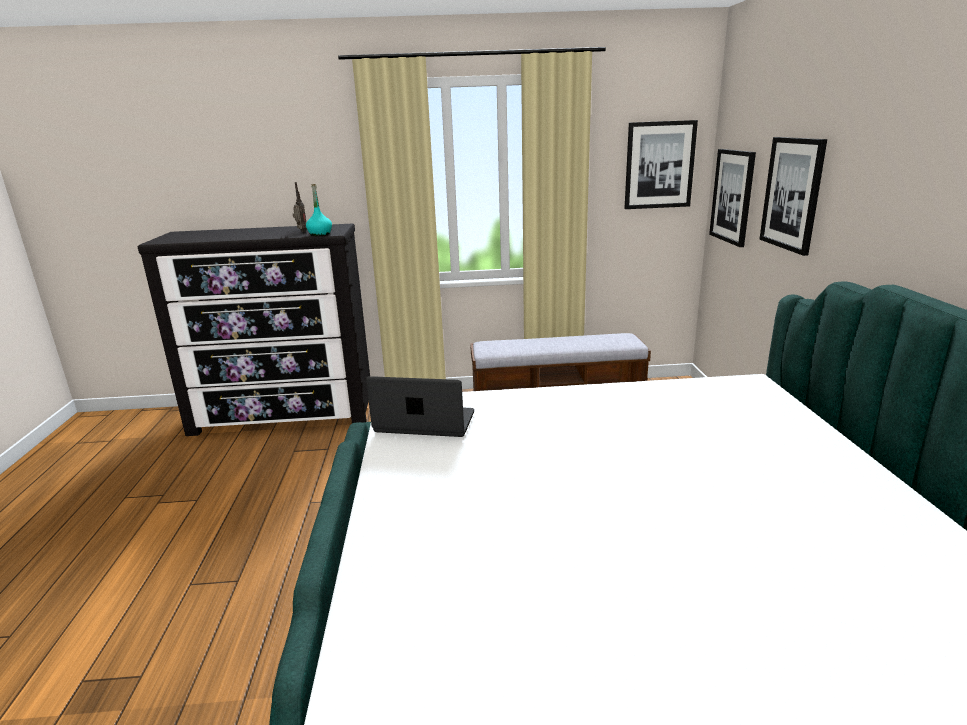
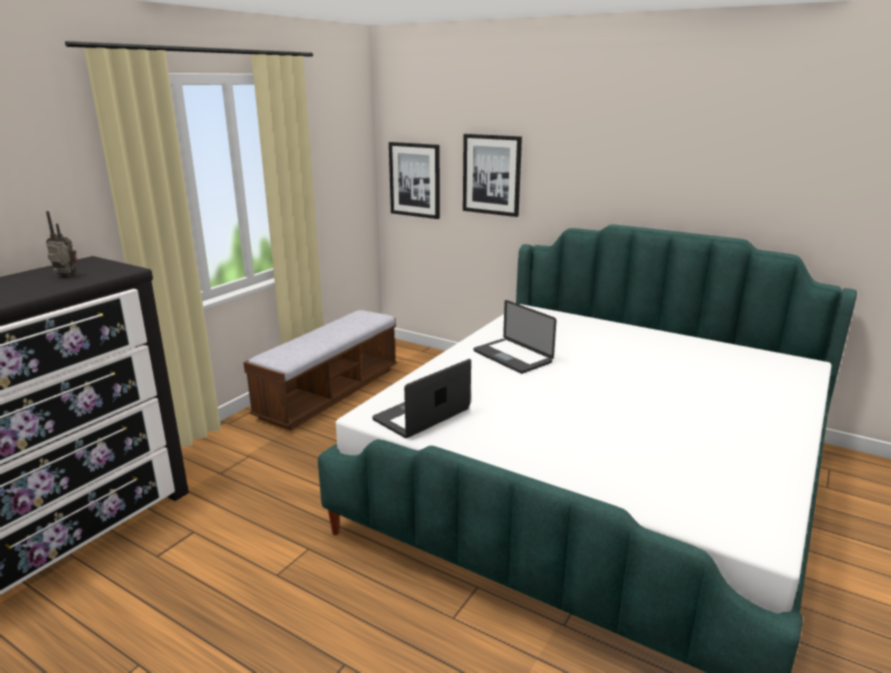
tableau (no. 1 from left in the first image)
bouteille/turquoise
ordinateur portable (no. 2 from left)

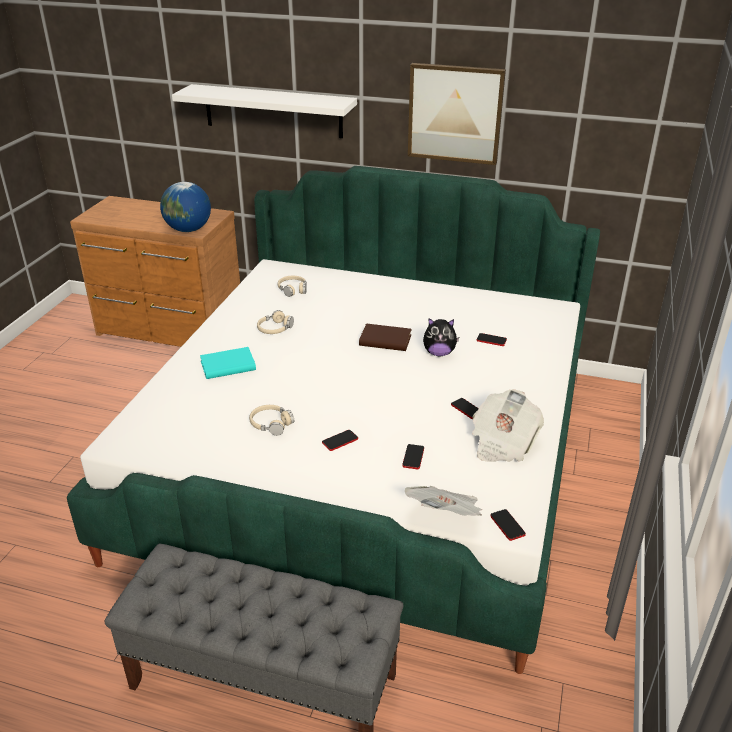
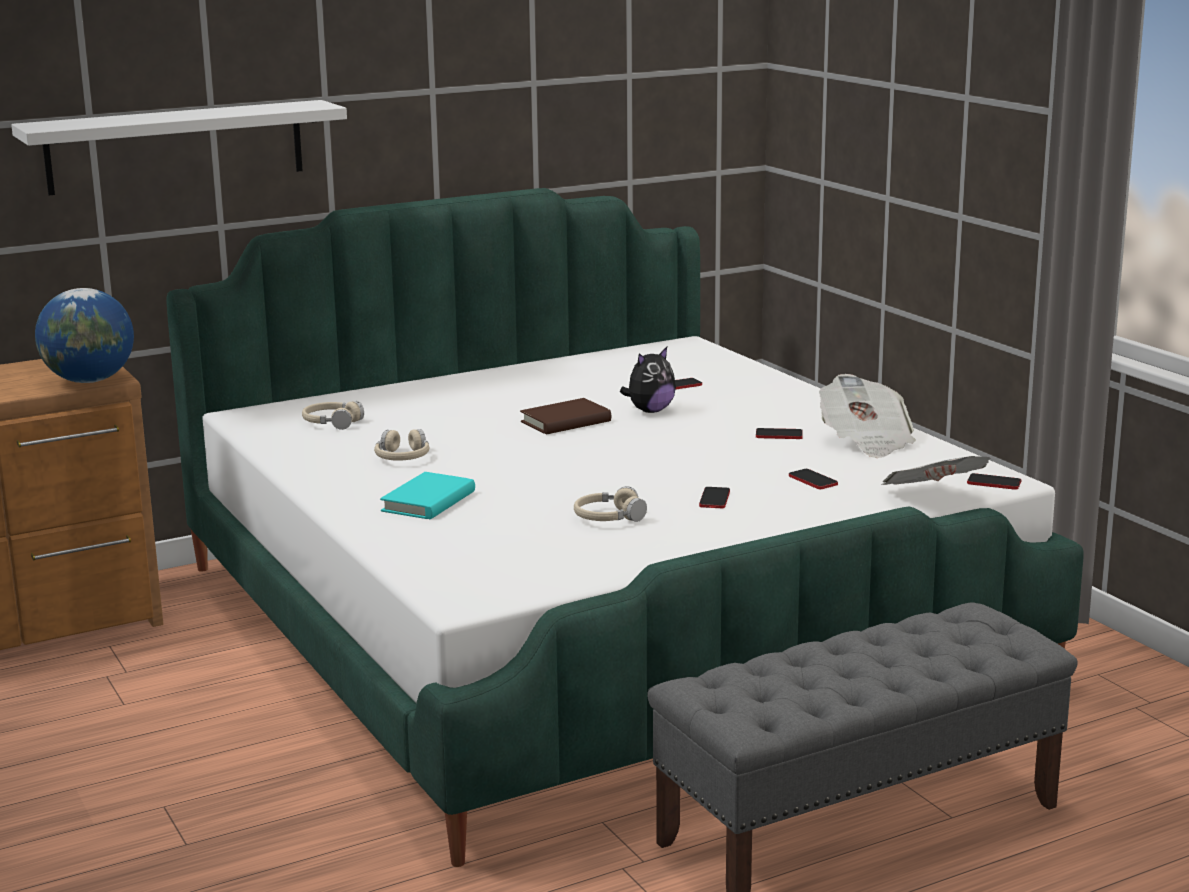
tableau

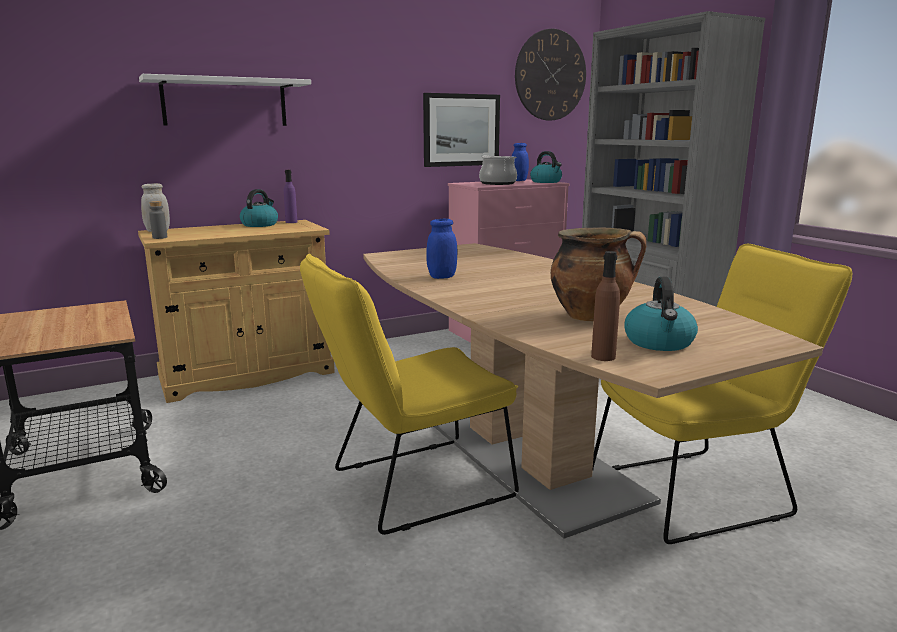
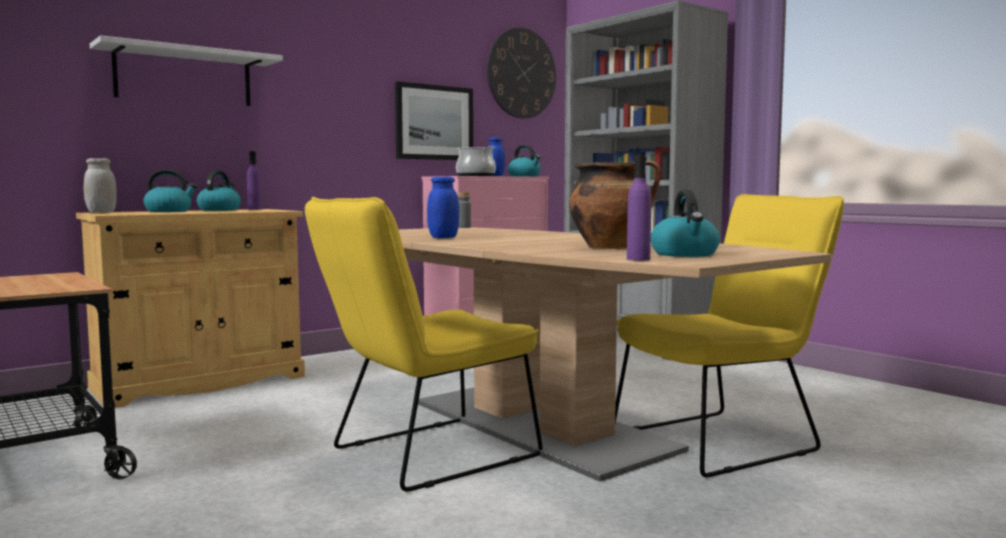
bouteille/gris
bouteille/violet (no. 2 from left)
bouilloire (no. 1 from left)

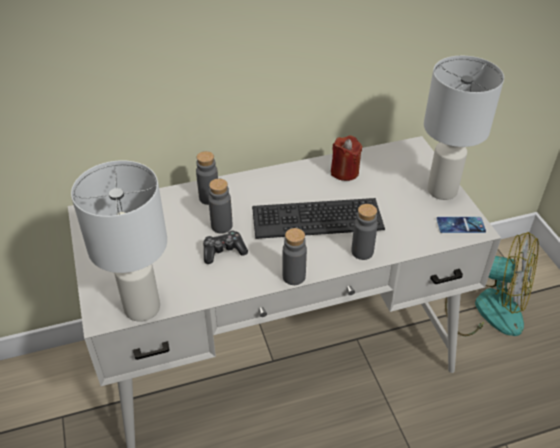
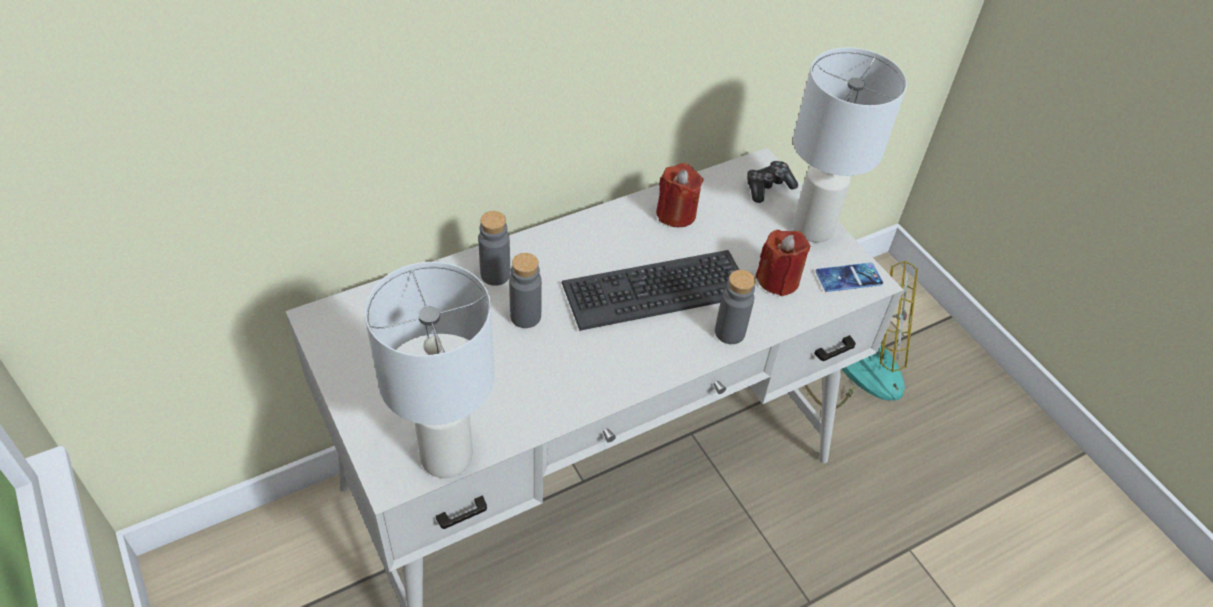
bouteille/gris (no. 3 from left in the first image)
manette
bougie/rouge (no. 2 from left)

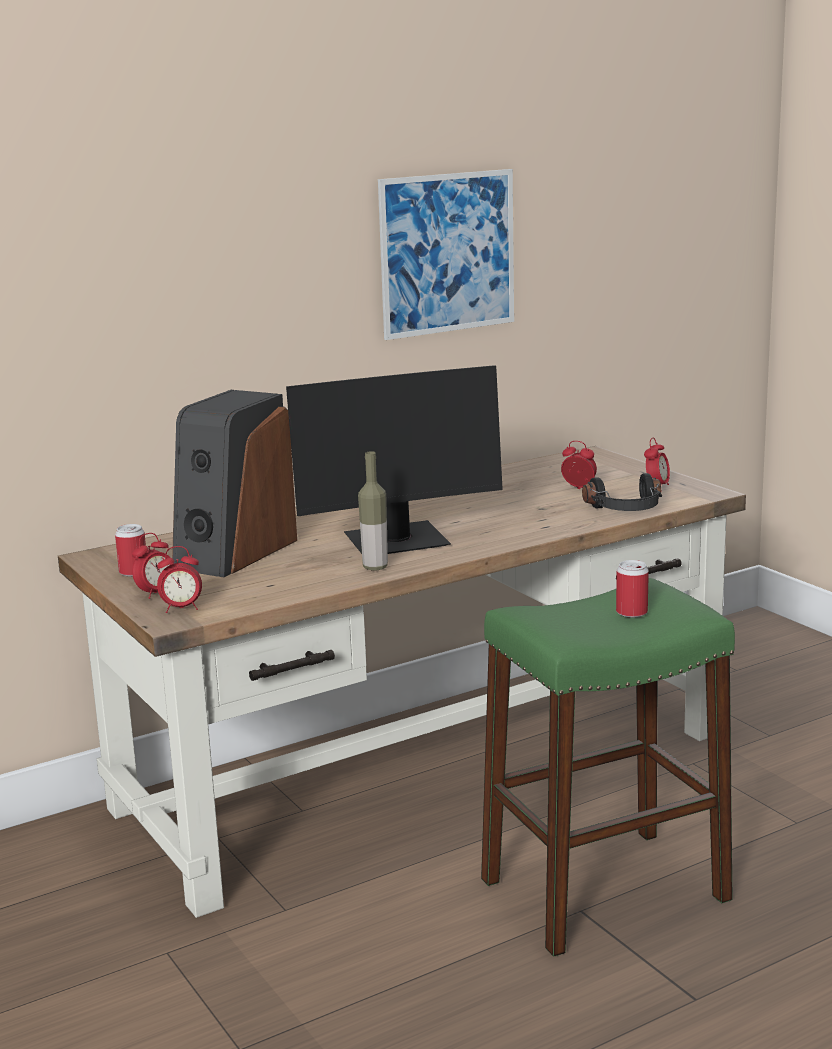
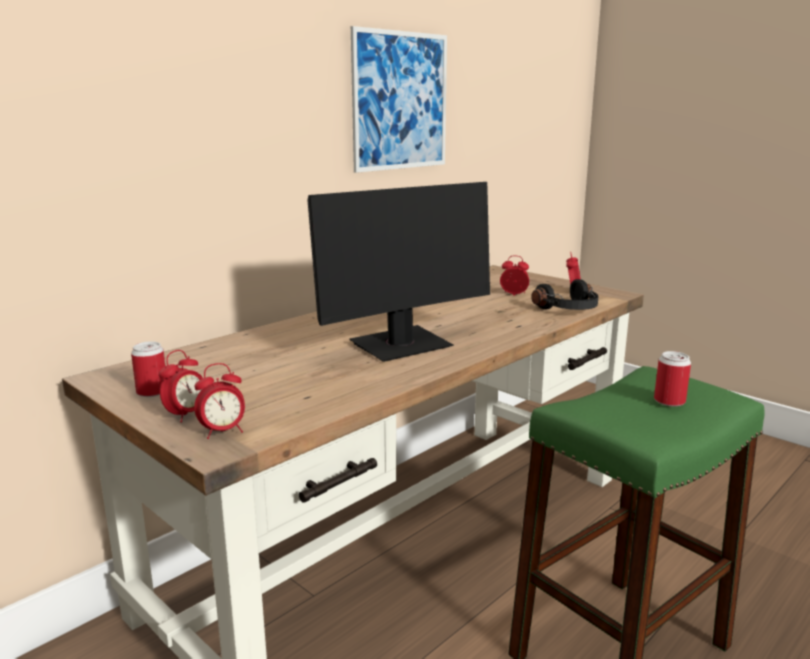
enceinte
bouteille

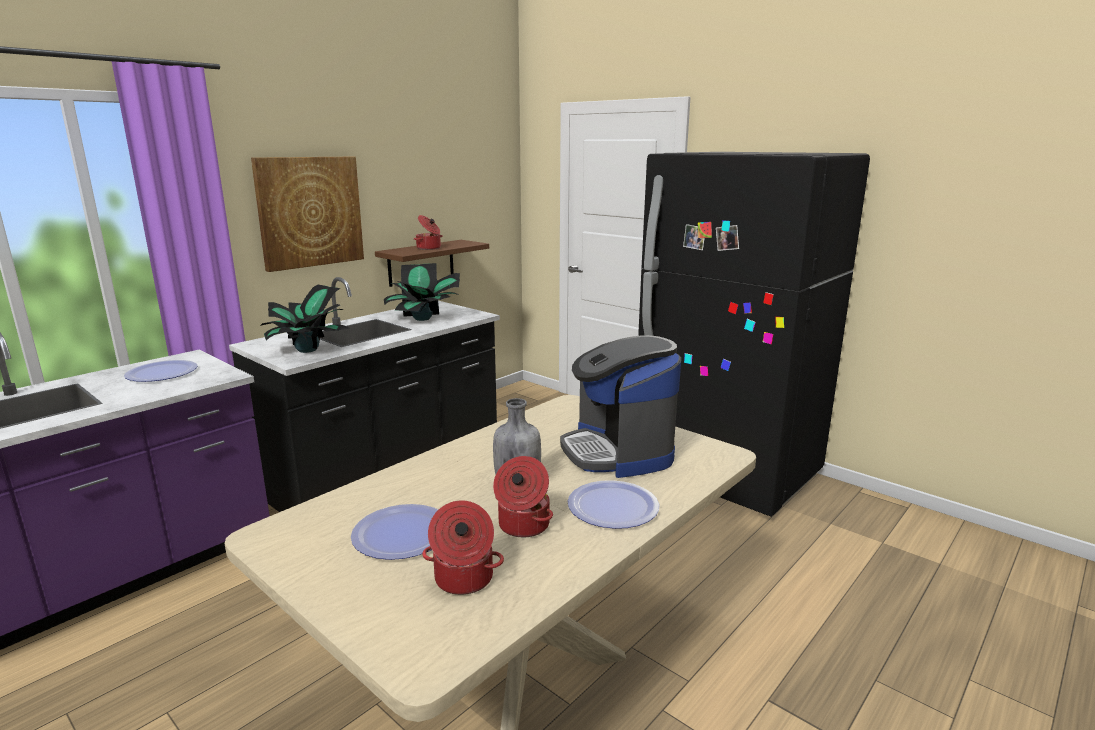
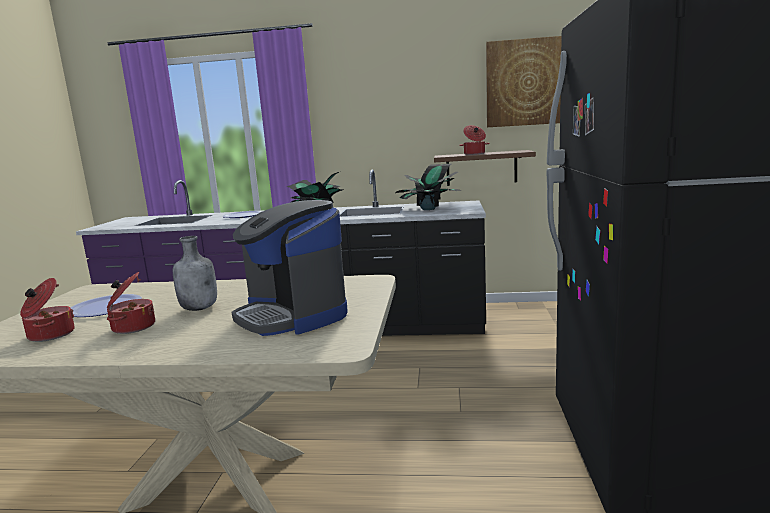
tableau
machine à café
assiette (no. 3 from left in the first image)

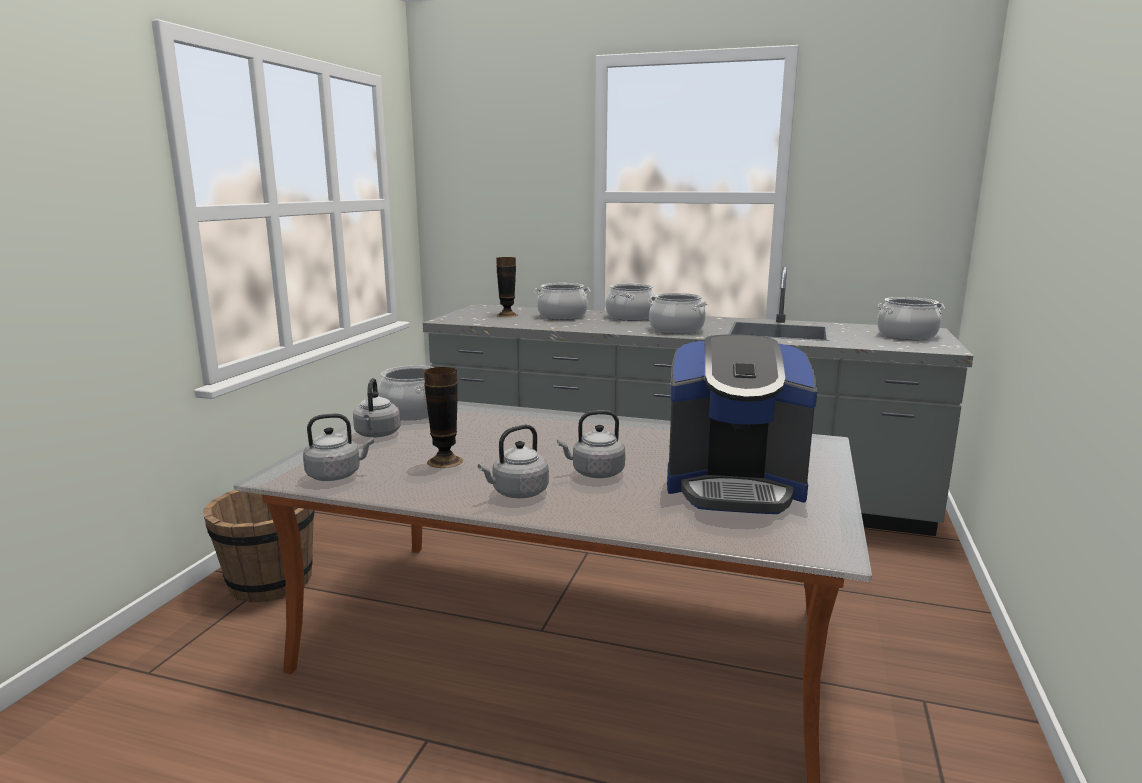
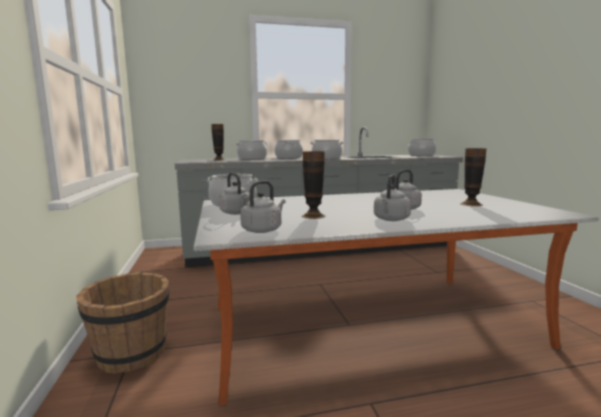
vase (no. 3 from left)

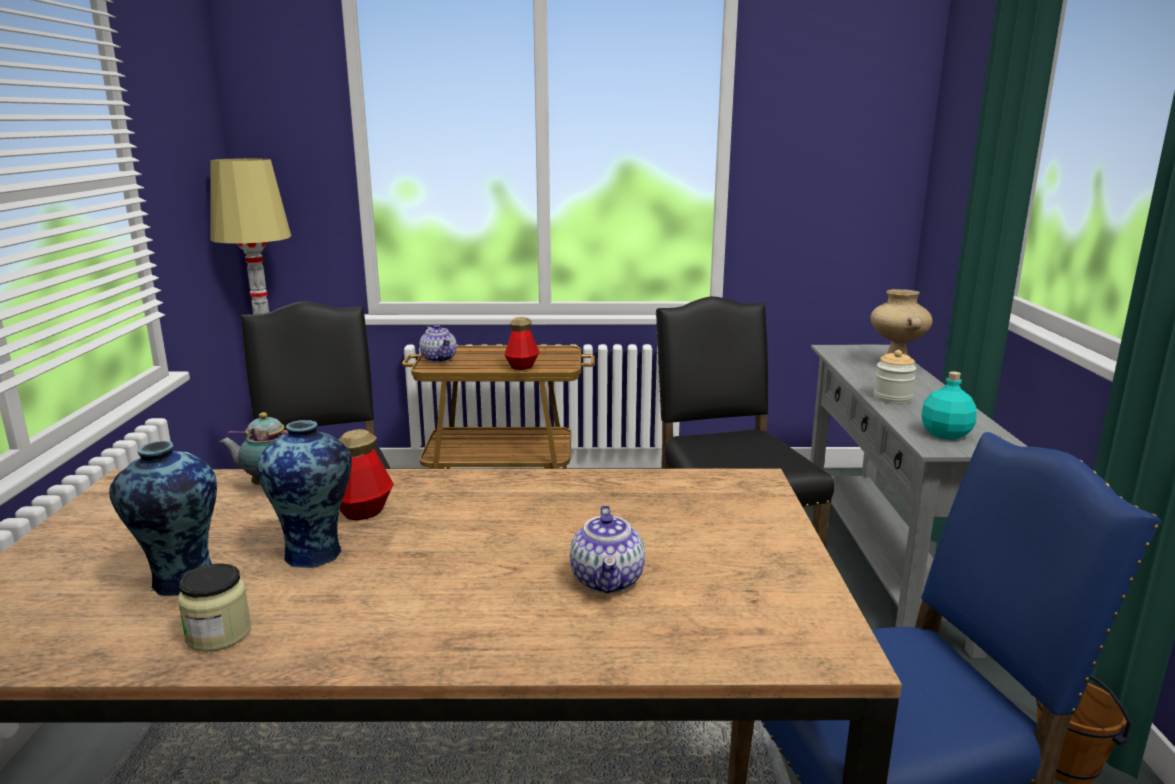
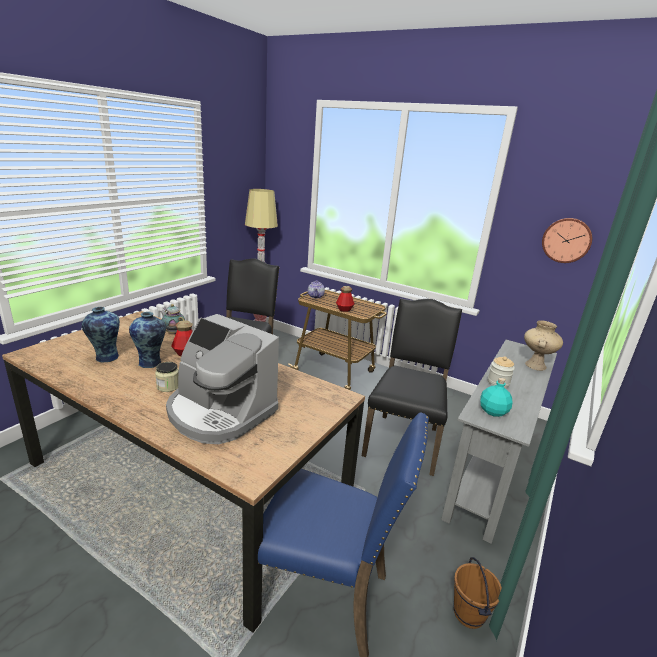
machine à café
bocal (no. 1 from left)
horloge murale

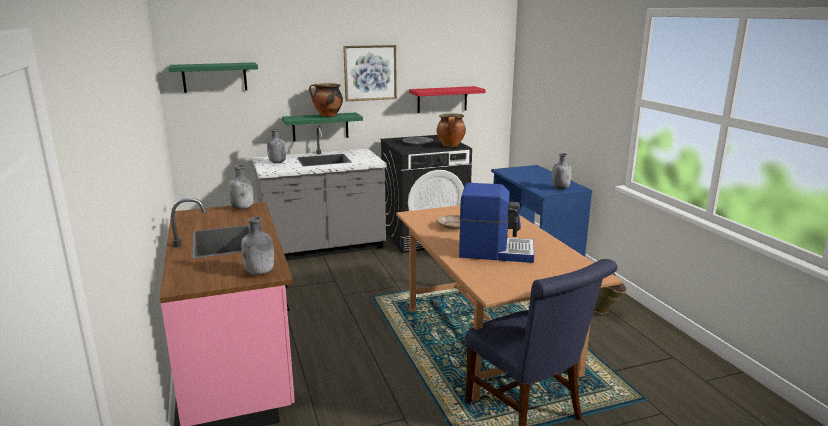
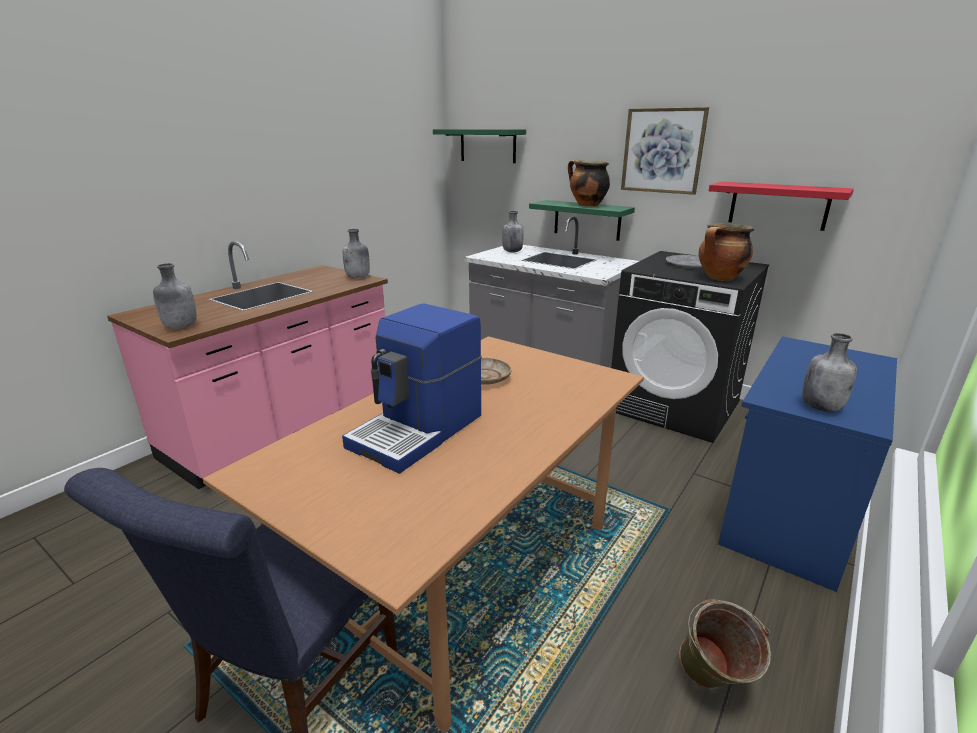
machine à café

